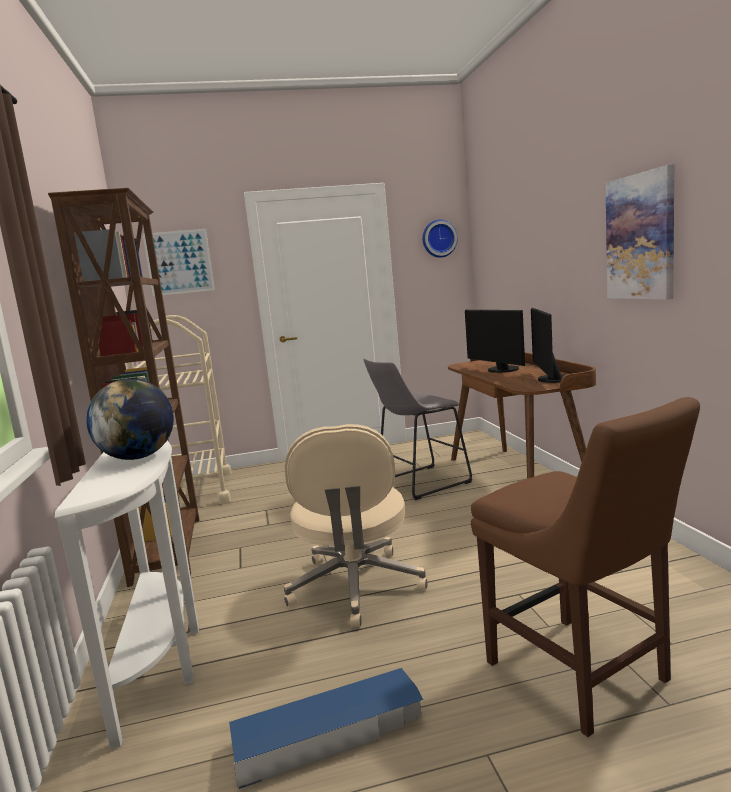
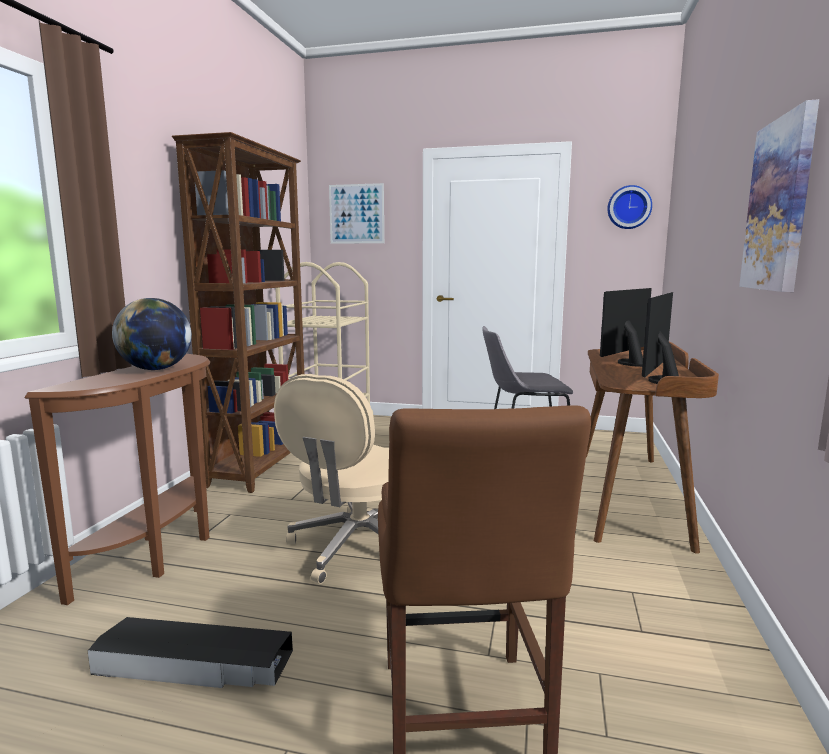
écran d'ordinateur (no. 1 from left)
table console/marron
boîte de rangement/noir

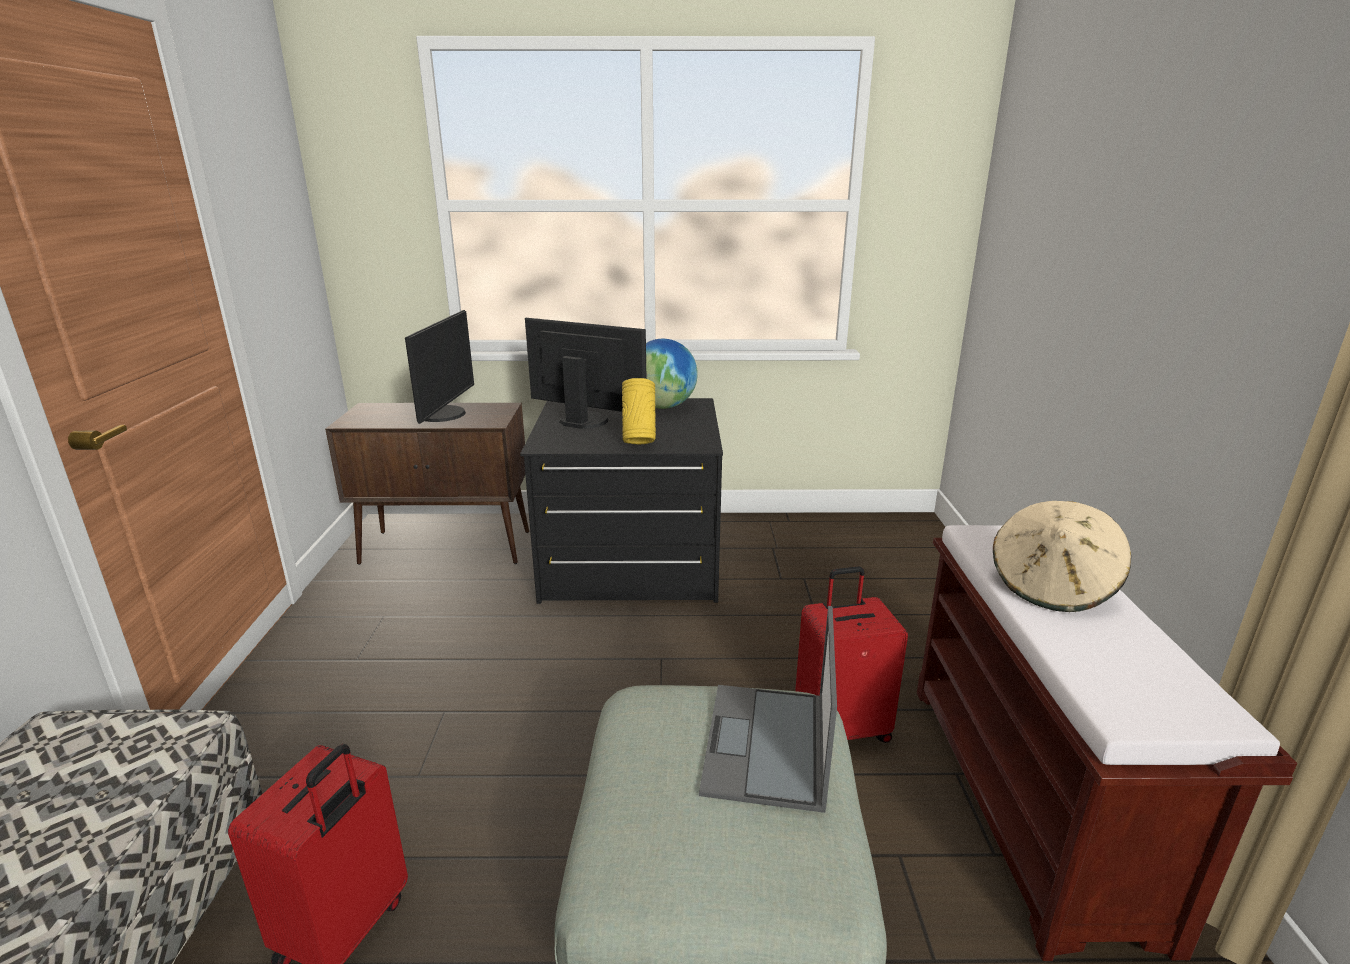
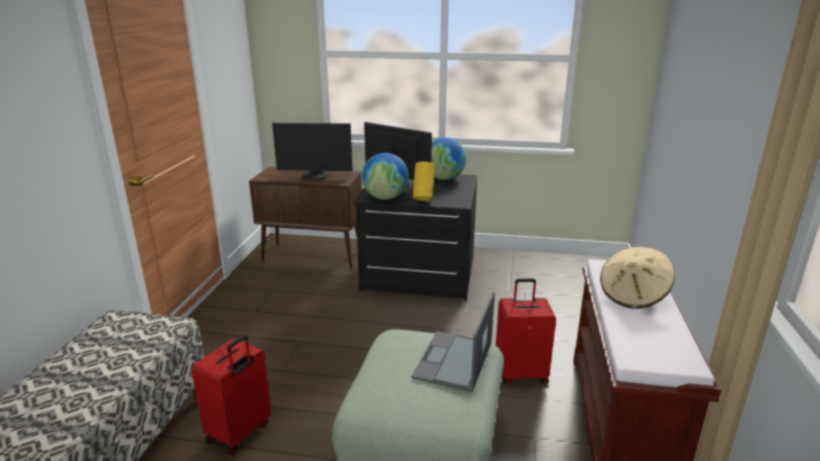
écran d'ordinateur (no. 1 from left)
globe (no. 1 from left)

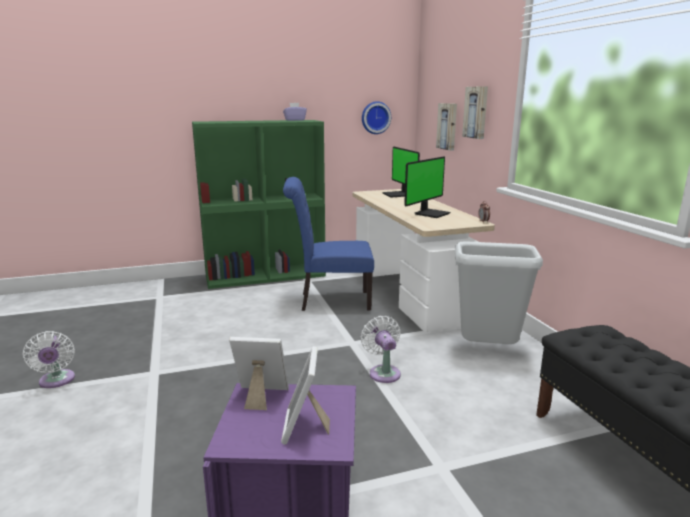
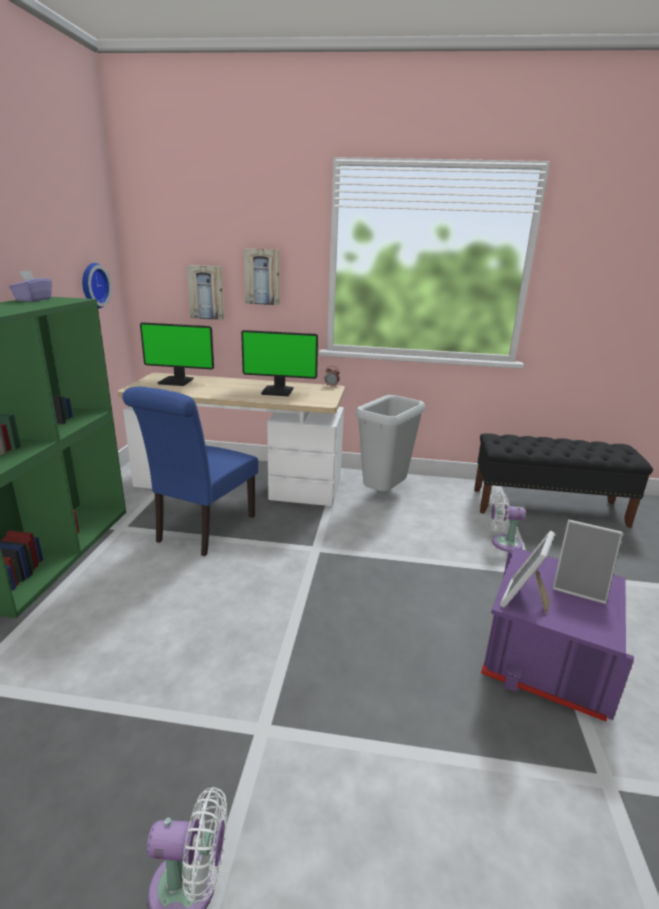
écran d'ordinateur (no. 2 from left)
ventilateur/blanc (no. 2 from left)

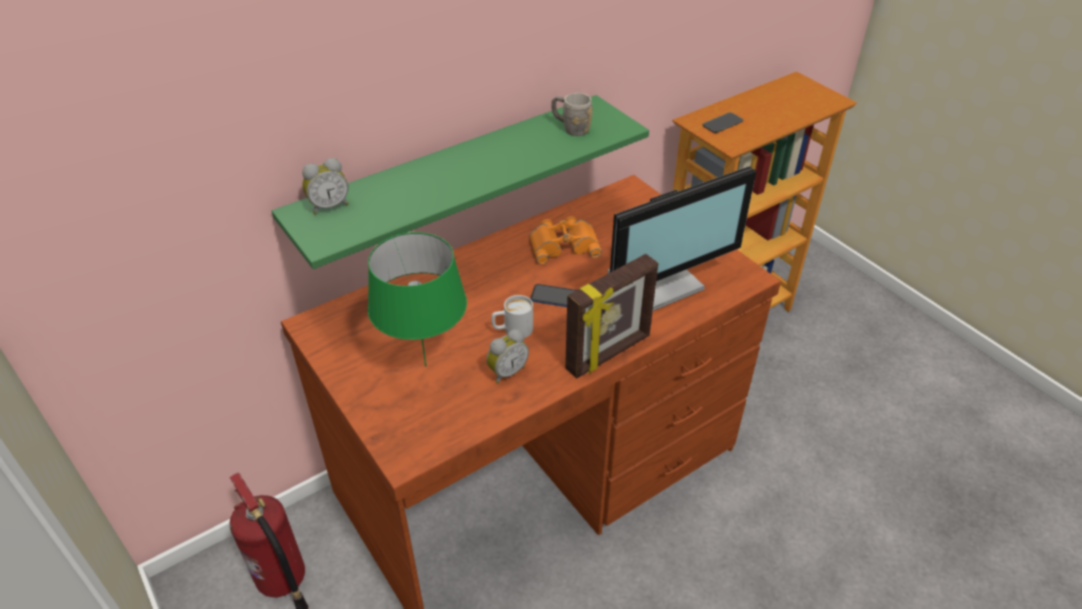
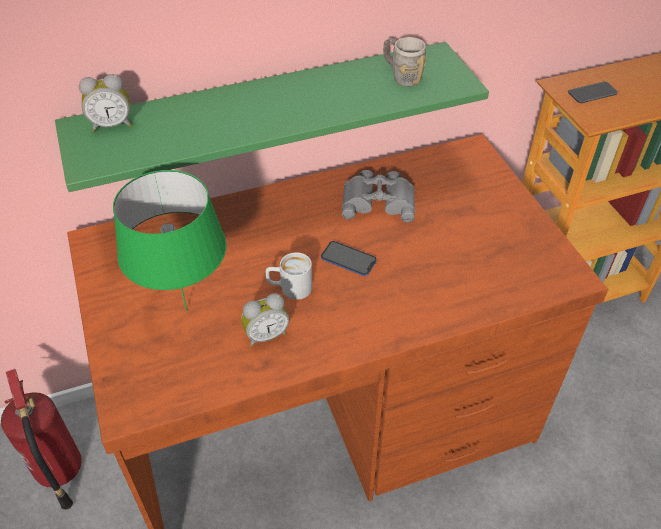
écran d'ordinateur
jumelles/gris
cadre photo

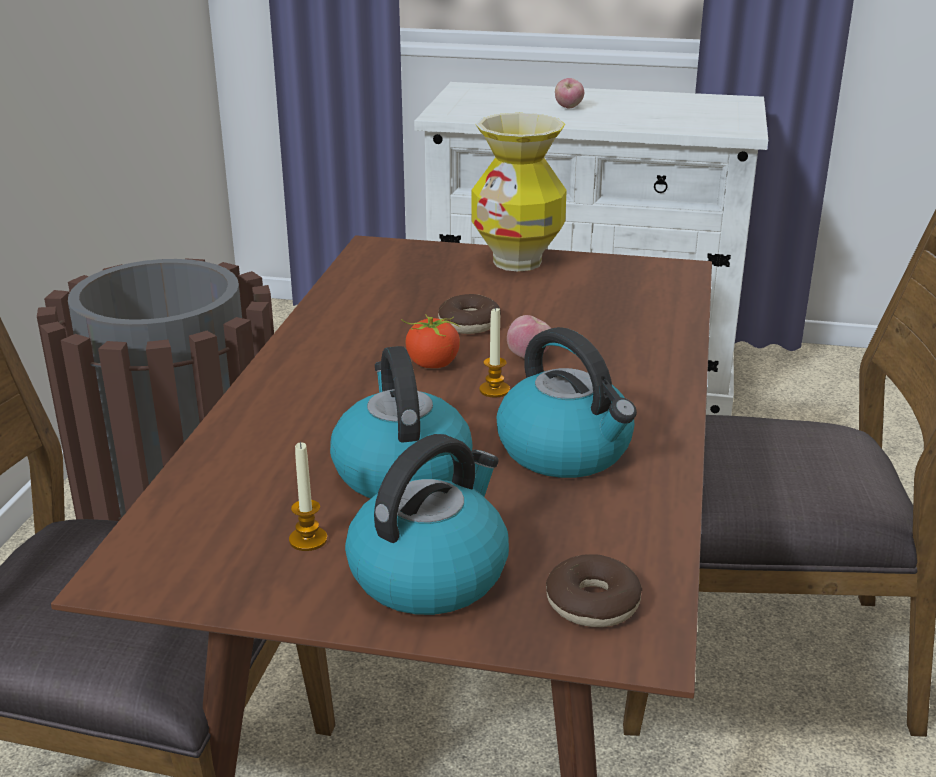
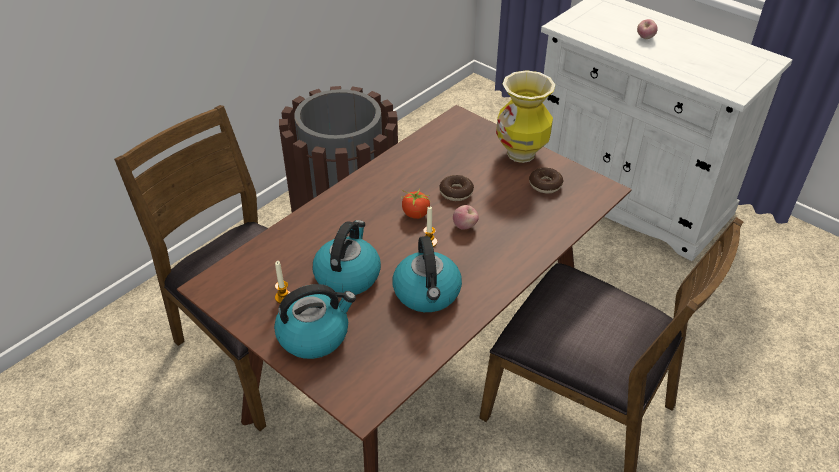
beignet (no. 2 from left)

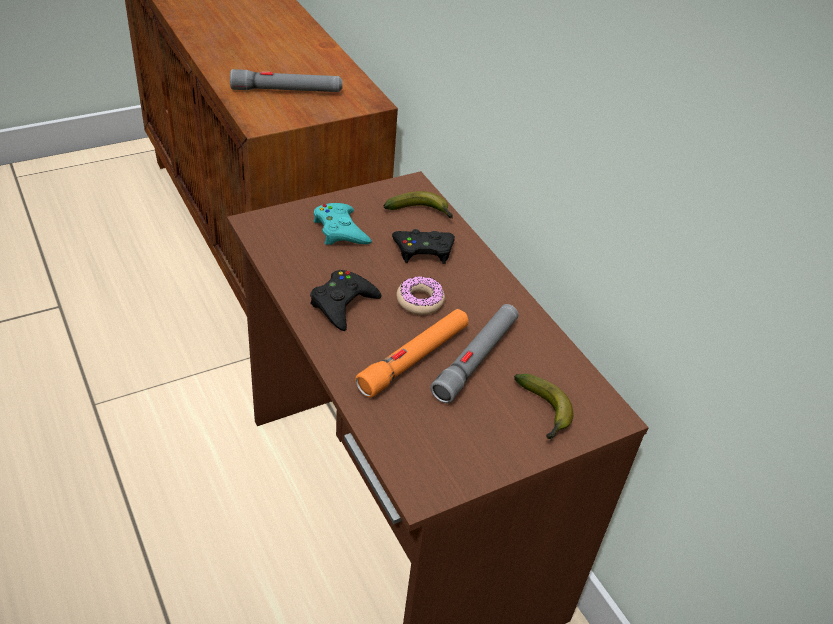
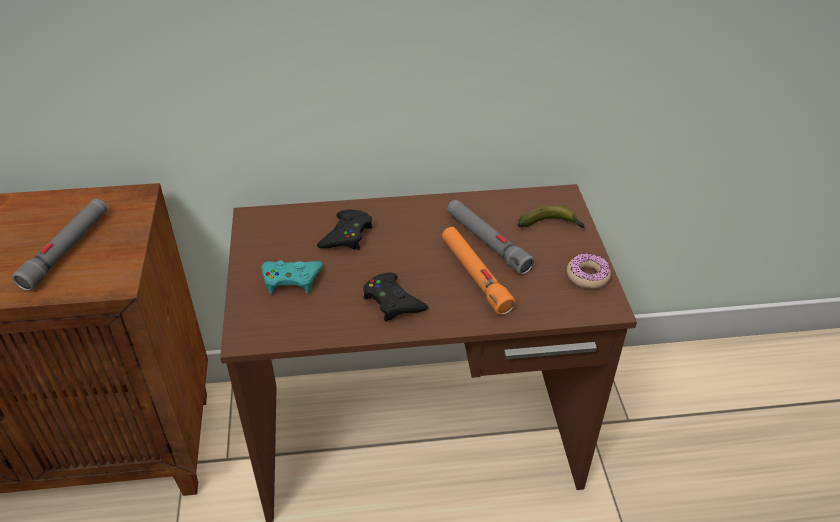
banane (no. 1 from left in the first image)
beignet

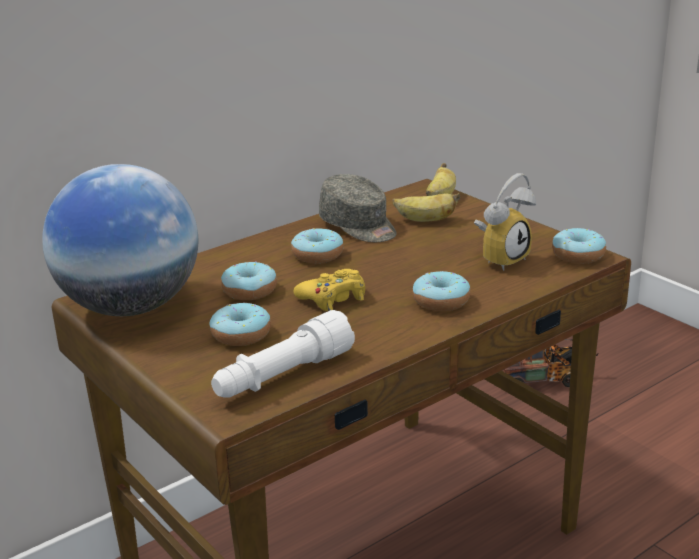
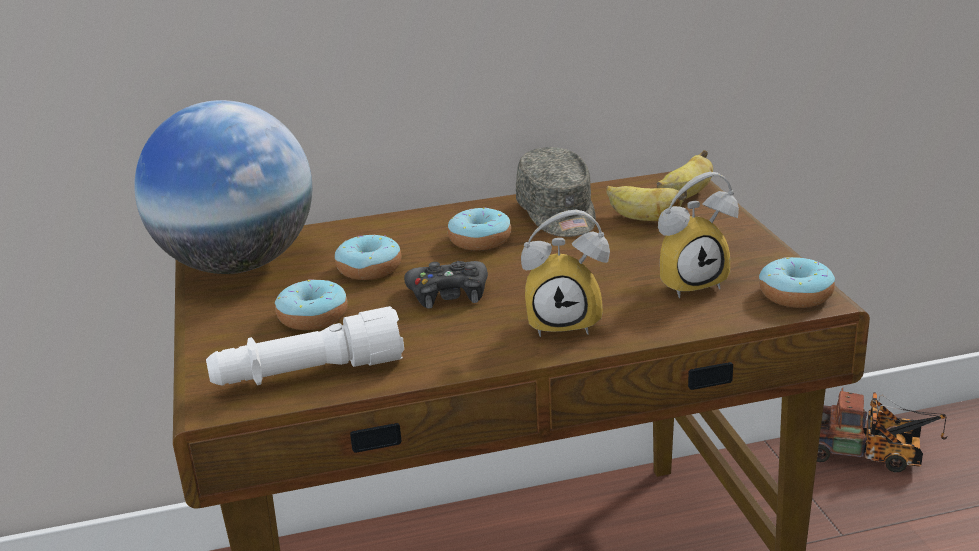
manette/noir
réveil (no. 1 from left)

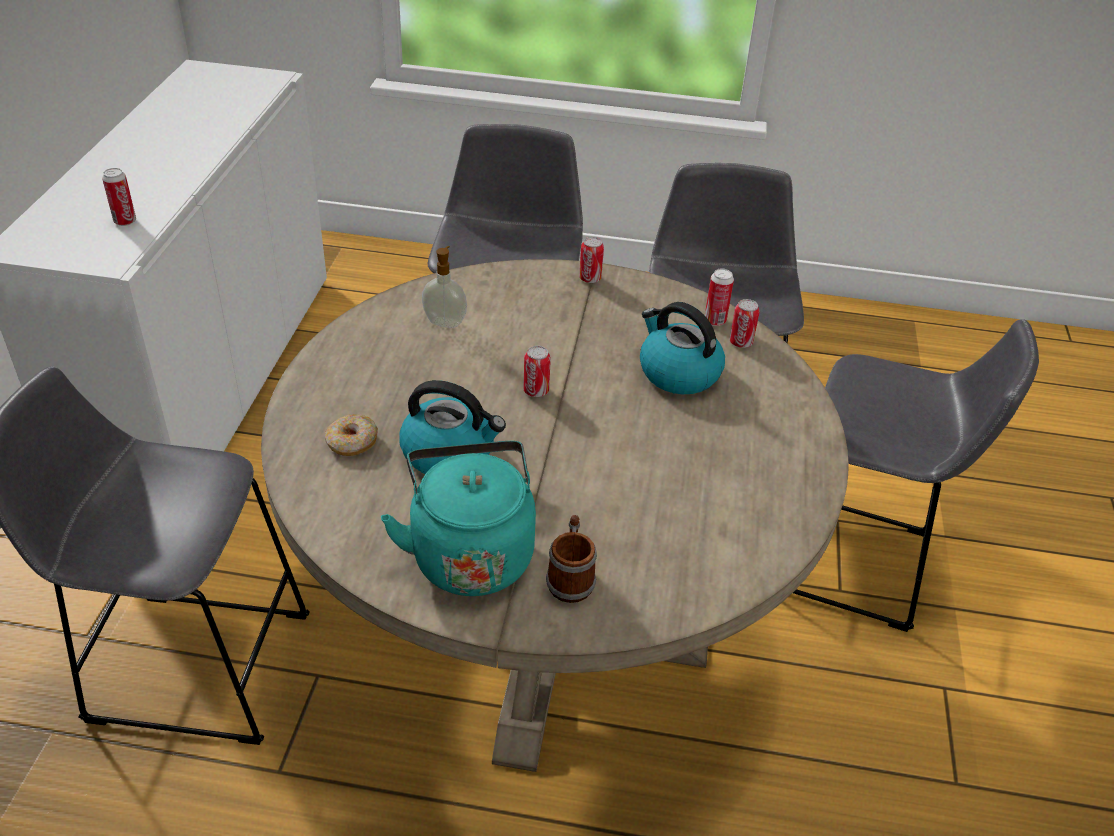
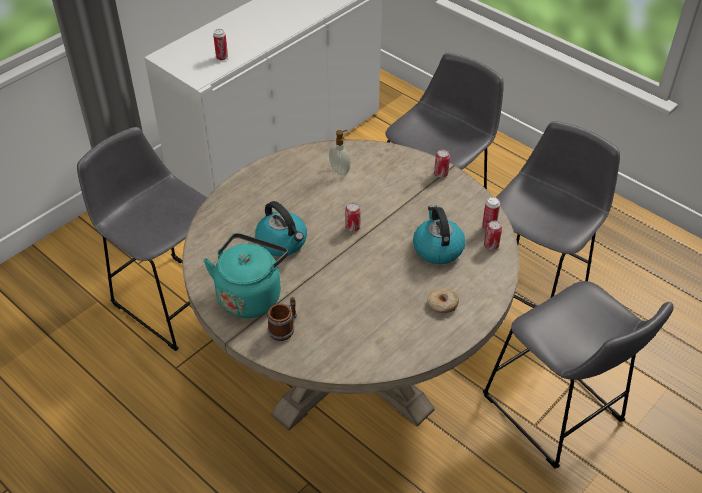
beignet

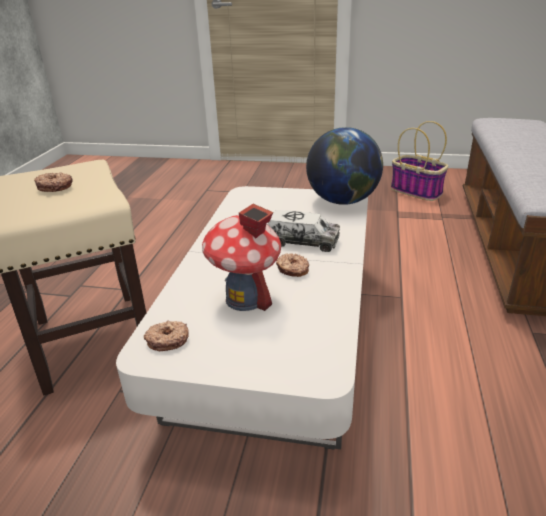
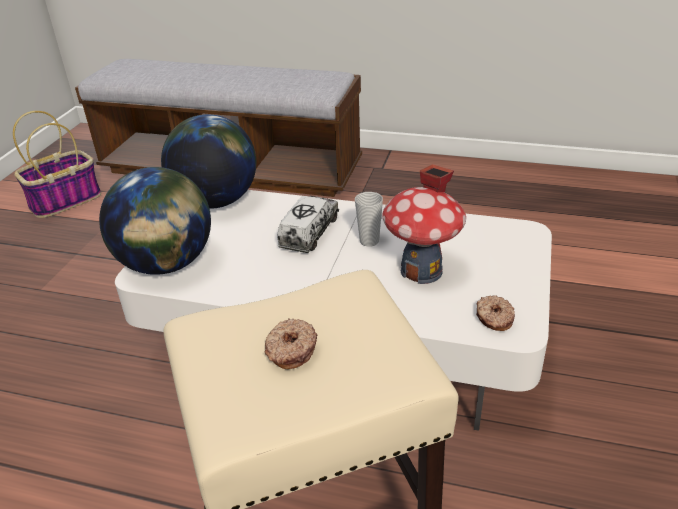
tasse
globe (no. 1 from left)

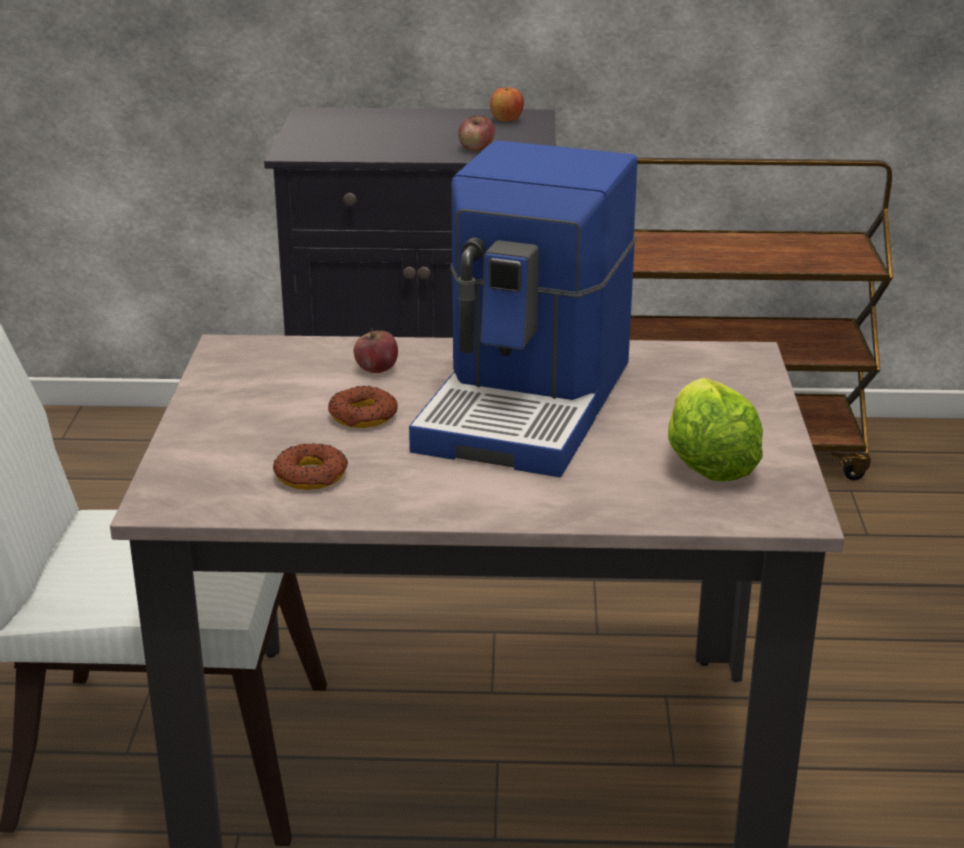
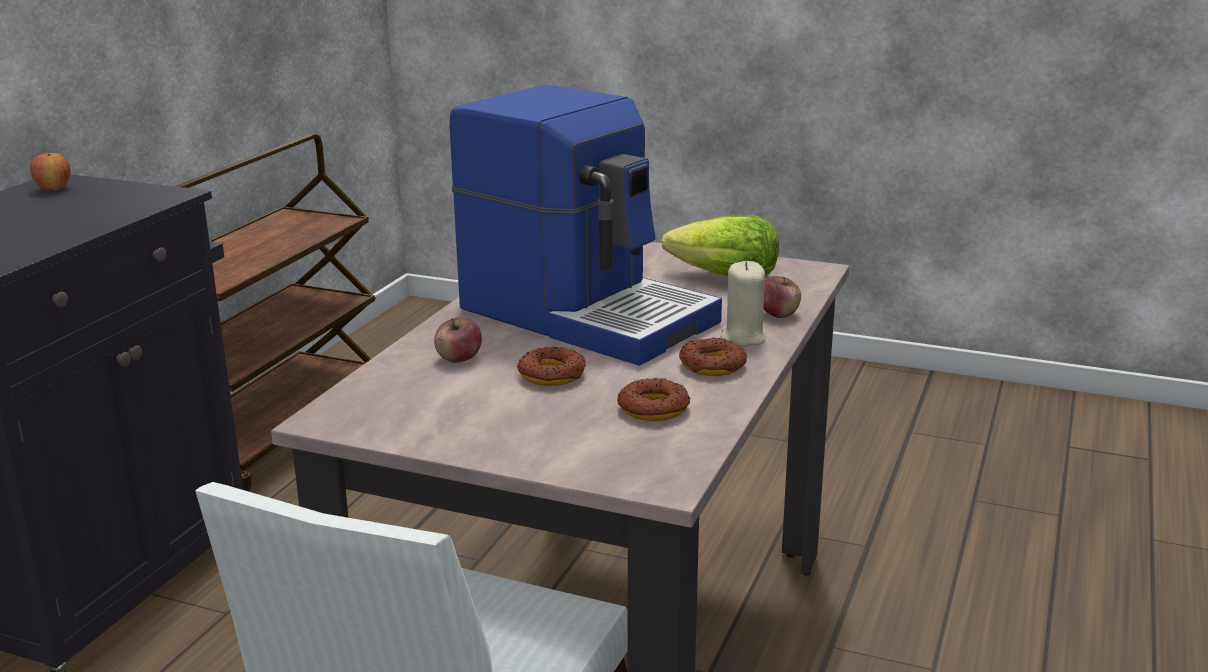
pomme (no. 3 from left)
bougie/beige
beignet (no. 3 from left)

